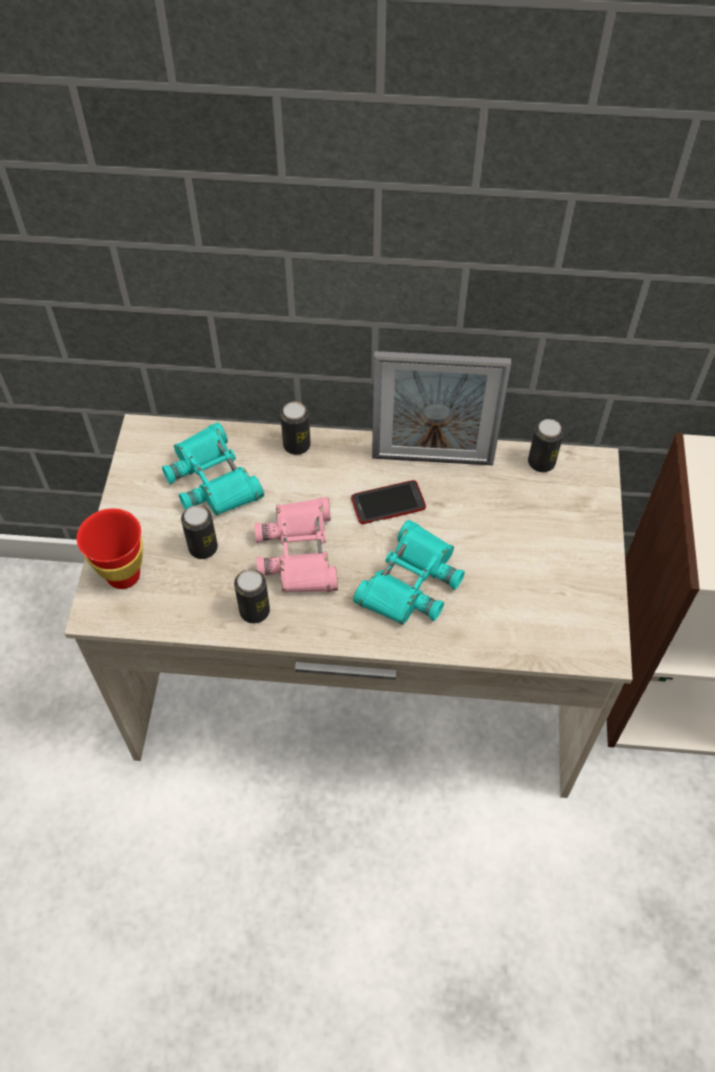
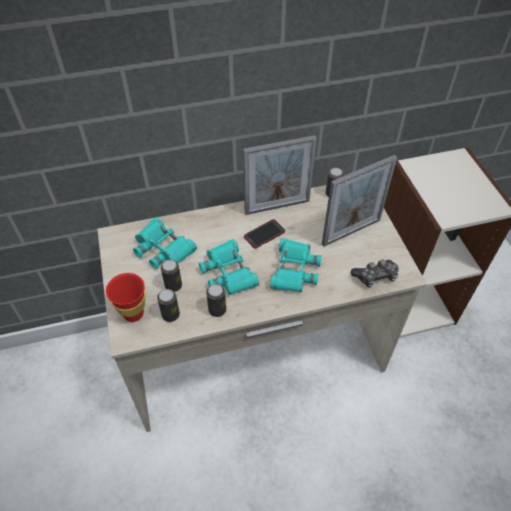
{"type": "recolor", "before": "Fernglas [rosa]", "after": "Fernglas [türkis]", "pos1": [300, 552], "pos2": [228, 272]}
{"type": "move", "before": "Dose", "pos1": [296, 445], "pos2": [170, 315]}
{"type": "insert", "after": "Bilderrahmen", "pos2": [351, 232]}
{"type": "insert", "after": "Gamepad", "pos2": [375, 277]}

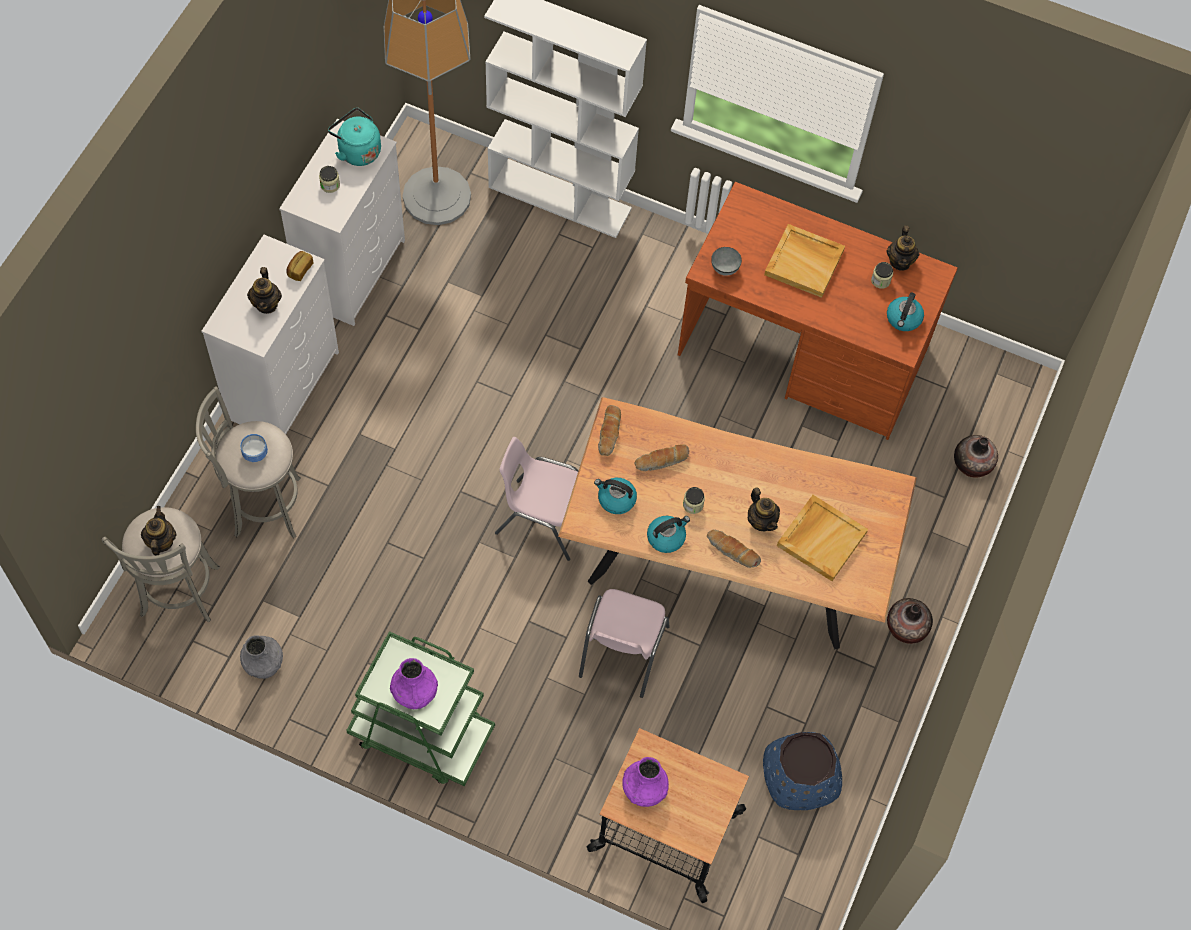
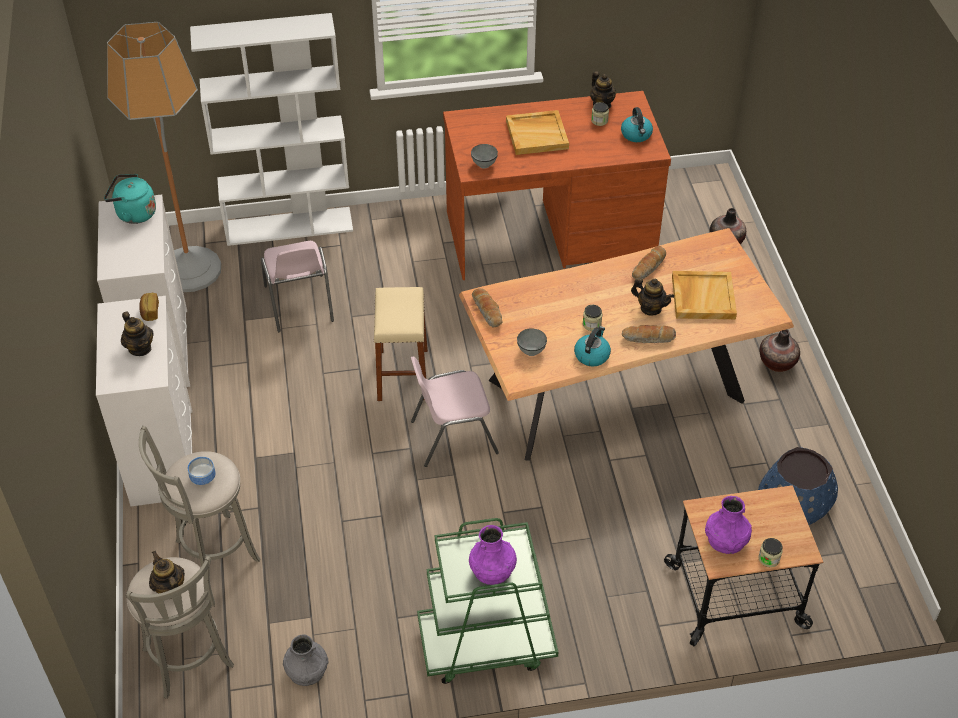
{"type": "move", "before": "Vorratsglas", "pos1": [330, 185], "pos2": [769, 558]}
{"type": "move", "before": "Stuhl [rosa]", "pos1": [622, 652], "pos2": [299, 304]}
{"type": "replace", "before": "Wasserkessel", "after": "Schüssel [grau]", "pos1": [616, 499], "pos2": [531, 351]}
{"type": "move", "before": "Brot", "pos1": [662, 461], "pos2": [649, 268]}
{"type": "insert", "after": "Hocker [beige]", "pos2": [402, 375]}

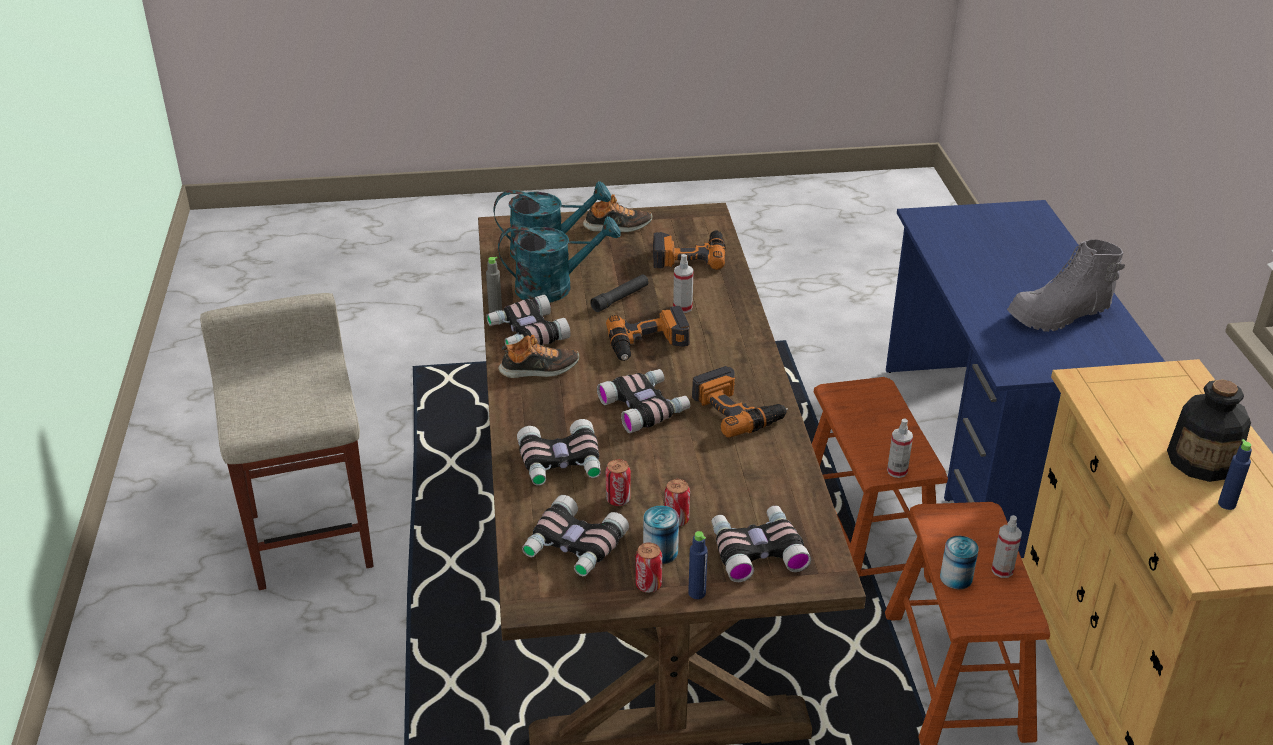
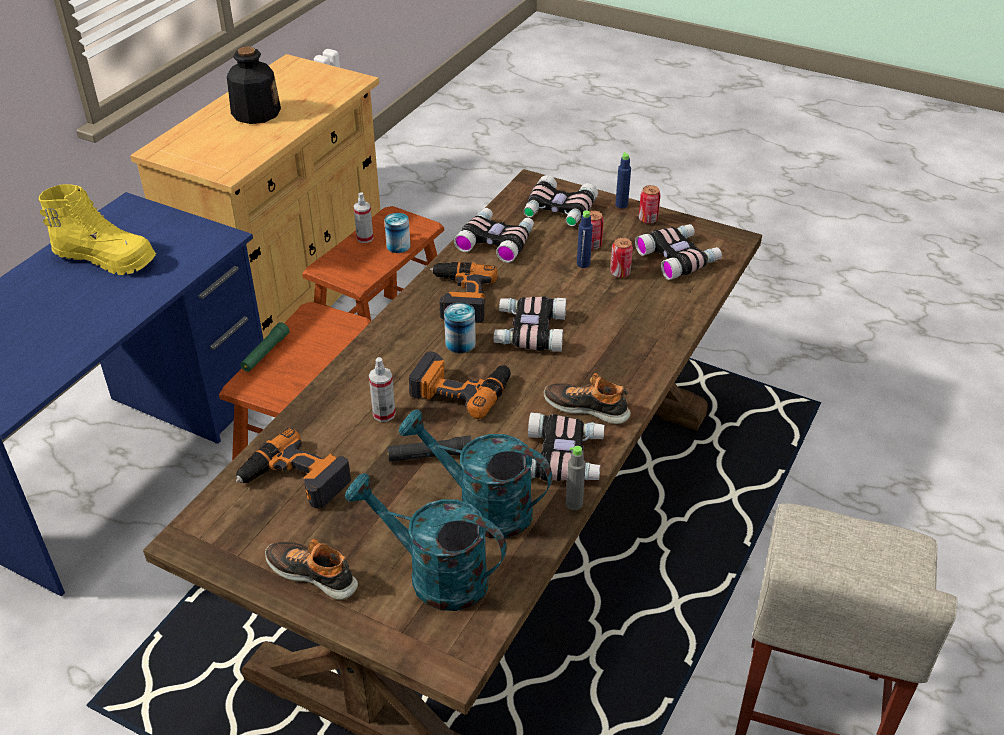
{"type": "move", "before": "Fernglas", "pos1": [561, 463], "pos2": [496, 240]}
{"type": "move", "before": "Dose", "pos1": [660, 552], "pos2": [460, 343]}
{"type": "delete", "before": "Sprühflasche", "pos1": [897, 471]}
{"type": "recolor", "before": "Stiefel [grau]", "after": "Stiefel [gelb]", "pos1": [1059, 316], "pos2": [106, 258]}
{"type": "move", "before": "Flasche [blau]", "pos1": [1226, 504], "pos2": [583, 264]}
{"type": "insert", "after": "Taschenlampe [grün]", "pos2": [265, 353]}

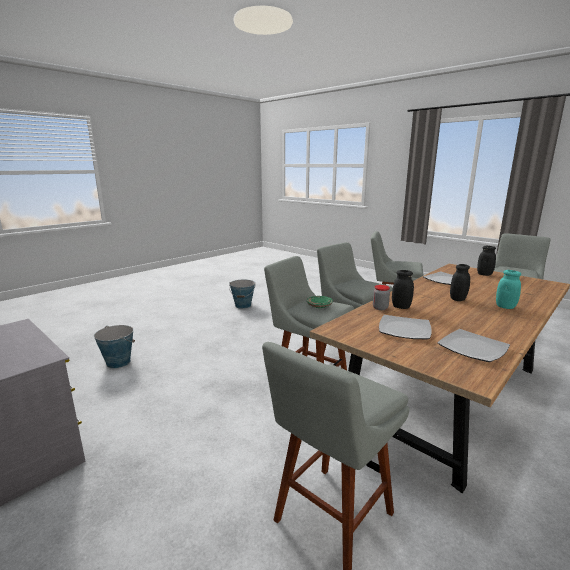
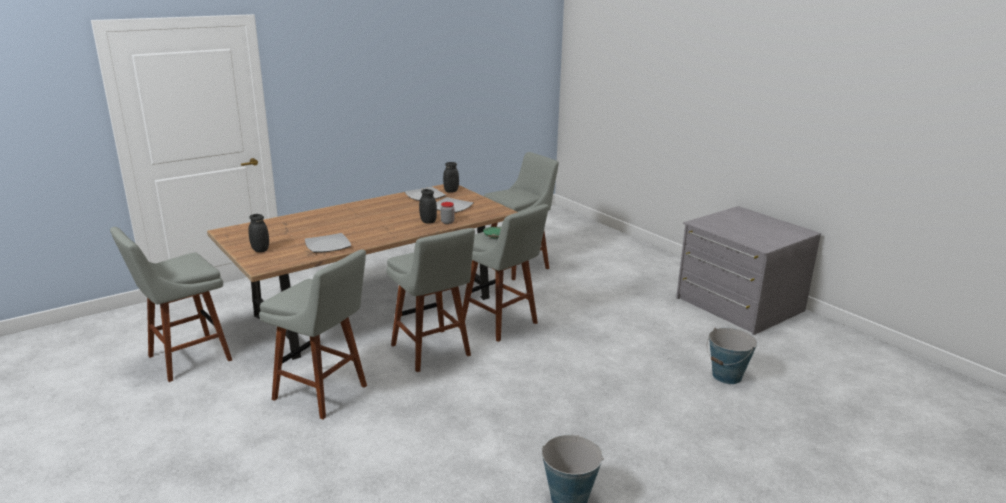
{"type": "move", "before": "Vorratsglas [schwarz]", "pos1": [458, 299], "pos2": [451, 191]}
{"type": "delete", "before": "Vorratsglas [türkis]", "pos1": [505, 307]}

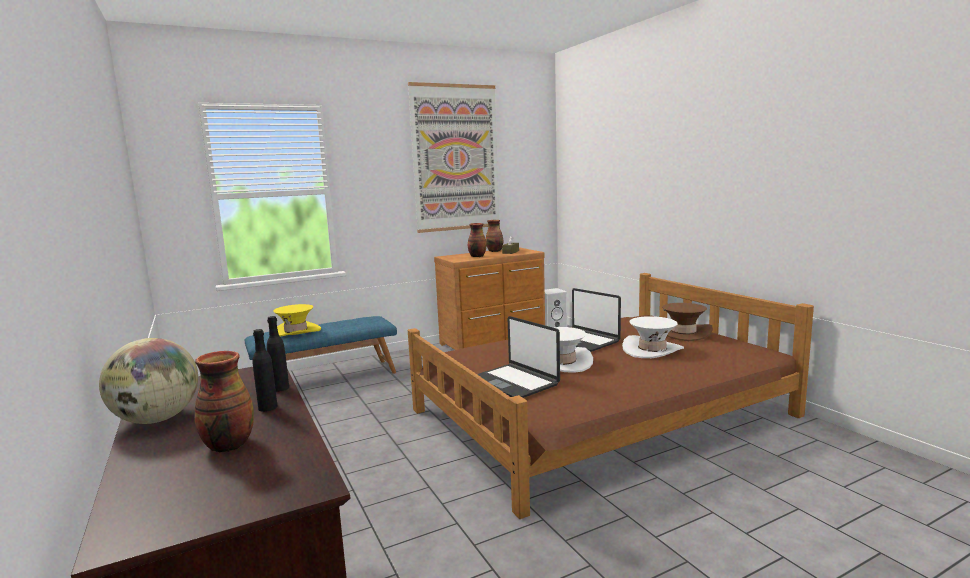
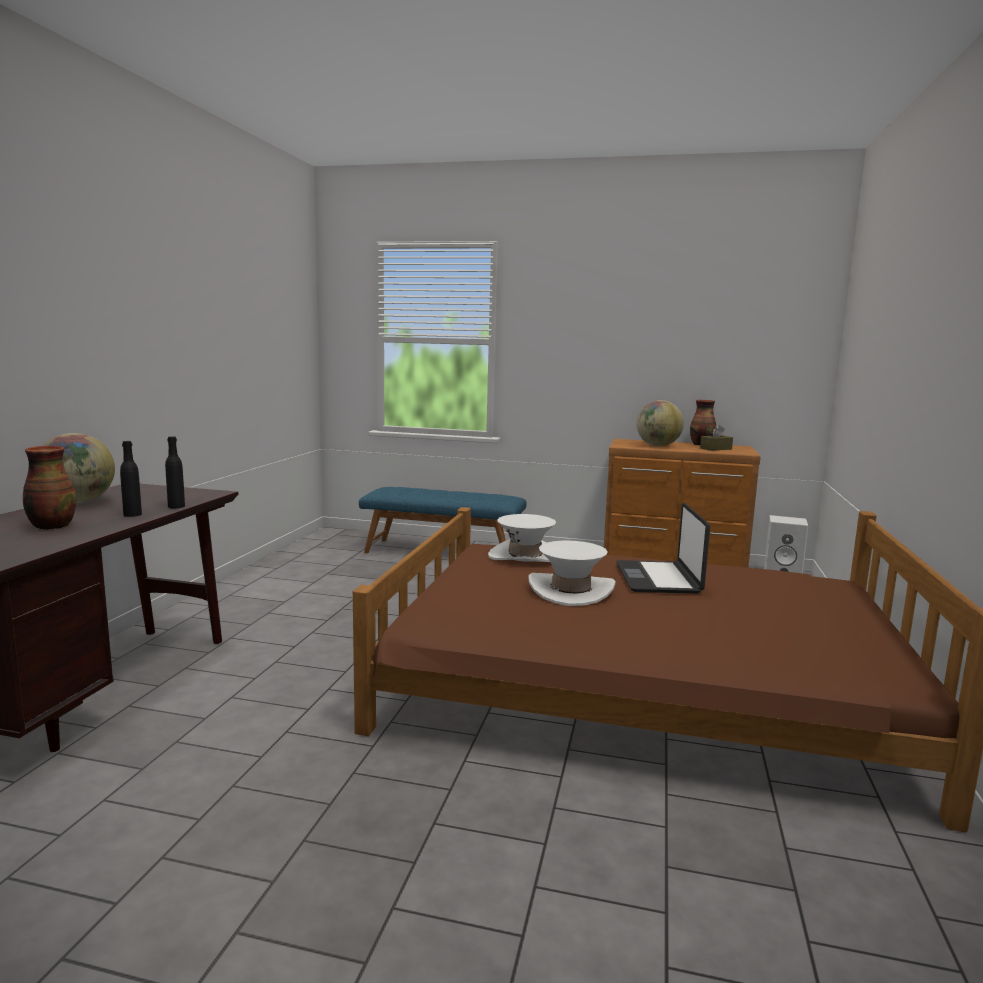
{"type": "delete", "before": "Hut [gelb]", "pos1": [296, 332]}
{"type": "delete", "before": "Bild", "pos1": [456, 158]}
{"type": "replace", "before": "Vase", "after": "Globus", "pos1": [477, 256], "pos2": [658, 446]}
{"type": "delete", "before": "Laptop", "pos1": [515, 382]}
{"type": "move", "before": "Hut [weiß]", "pos1": [652, 350], "pos2": [525, 556]}
{"type": "delete", "before": "Hut [braun]", "pos1": [683, 333]}

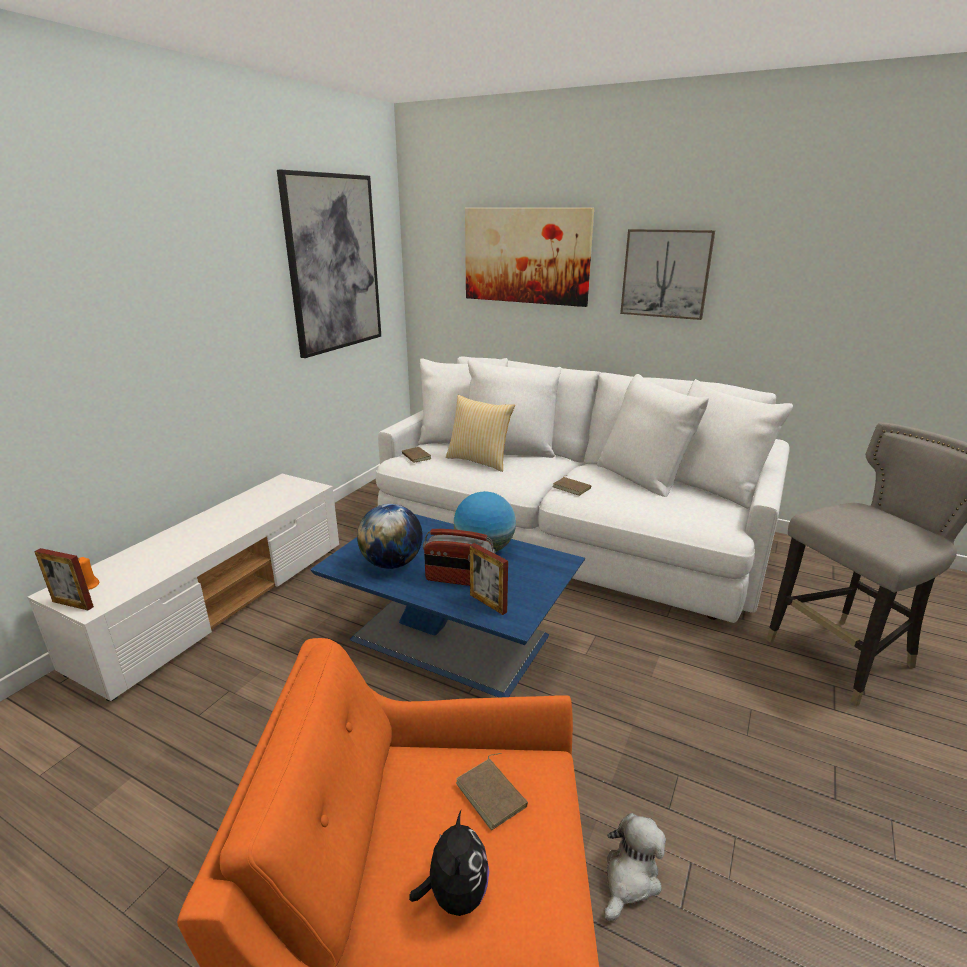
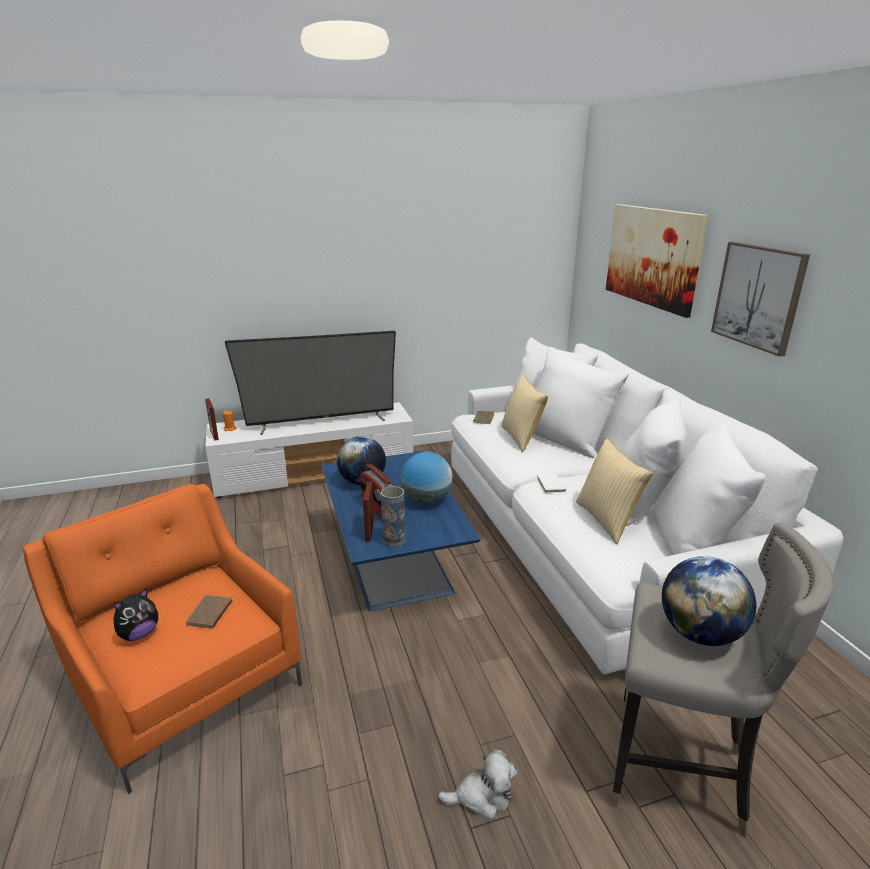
{"type": "delete", "before": "Bild", "pos1": [333, 264]}
{"type": "recolor", "before": "Buch [braun]", "after": "Buch [weiß]", "pos1": [572, 487], "pos2": [552, 485]}
{"type": "move", "before": "Plüschtier", "pos1": [630, 878], "pos2": [482, 796]}
{"type": "insert", "after": "Fernseher", "pos2": [321, 422]}
{"type": "insert", "after": "Vase", "pos2": [394, 541]}
{"type": "insert", "after": "Kissen", "pos2": [607, 520]}
{"type": "insert", "after": "Globus", "pos2": [699, 633]}

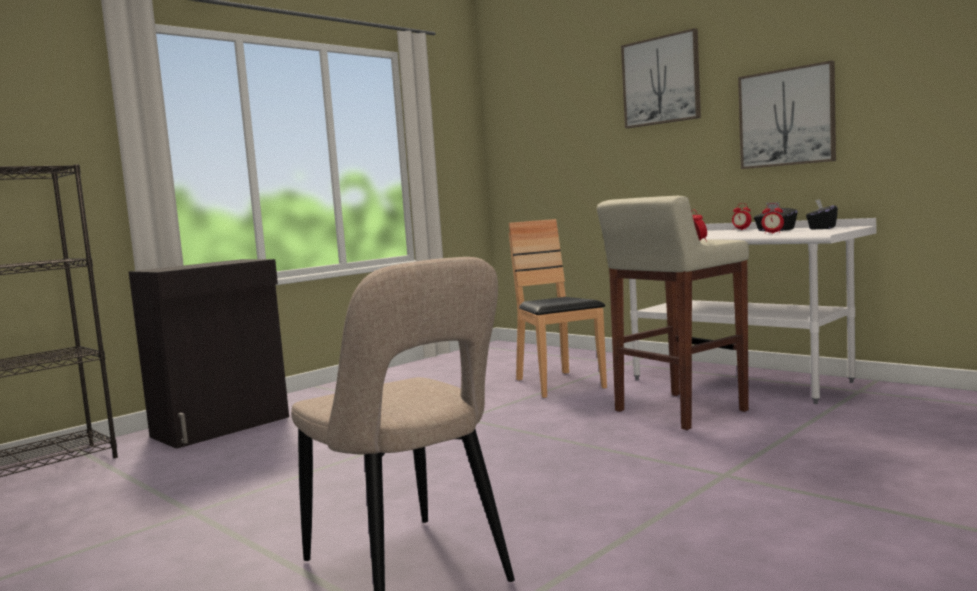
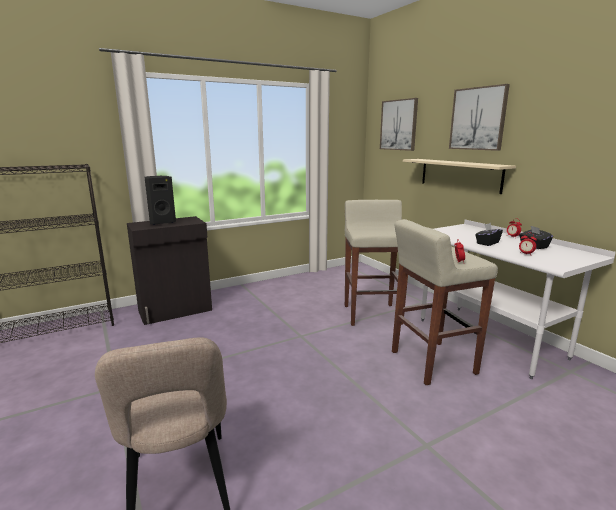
{"type": "replace", "before": "Stuhl [braun]", "after": "Hocker [beige]", "pos1": [558, 384], "pos2": [372, 314]}
{"type": "move", "before": "Bild", "pos1": [786, 117], "pos2": [399, 125]}
{"type": "move", "before": "Taschentuchbox [schwarz]", "pos1": [822, 228], "pos2": [487, 243]}
{"type": "insert", "after": "Lautsprecher [schwarz]", "pos2": [161, 222]}
{"type": "insert", "after": "Wandregal [beige]", "pos2": [459, 175]}

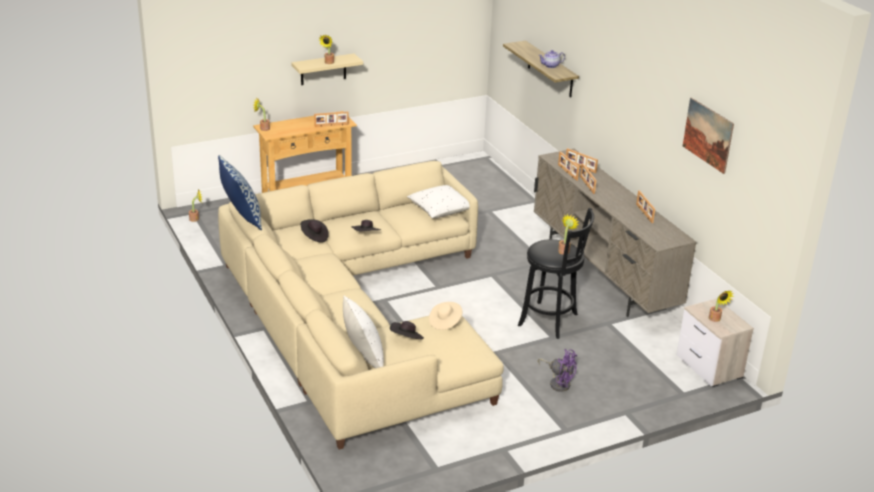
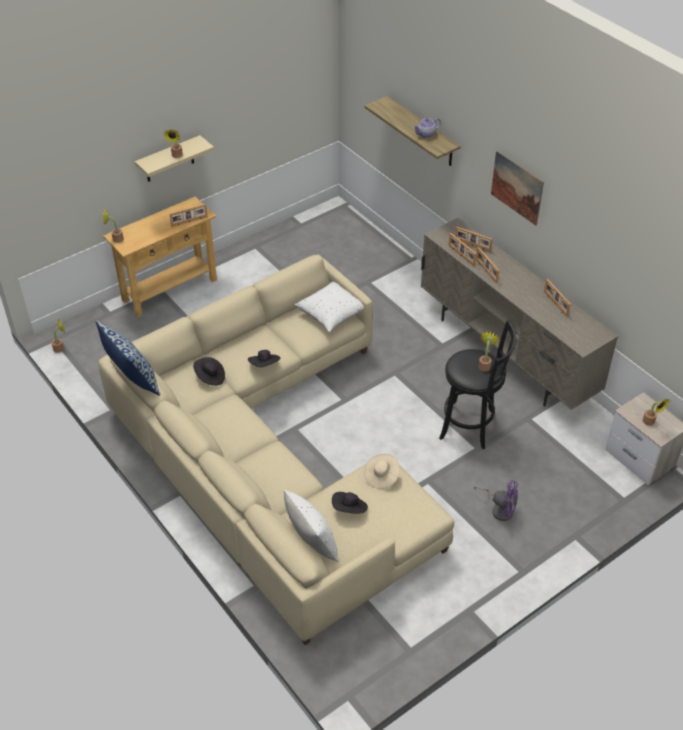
{"type": "move", "before": "Bild", "pos1": [708, 135], "pos2": [517, 187]}

